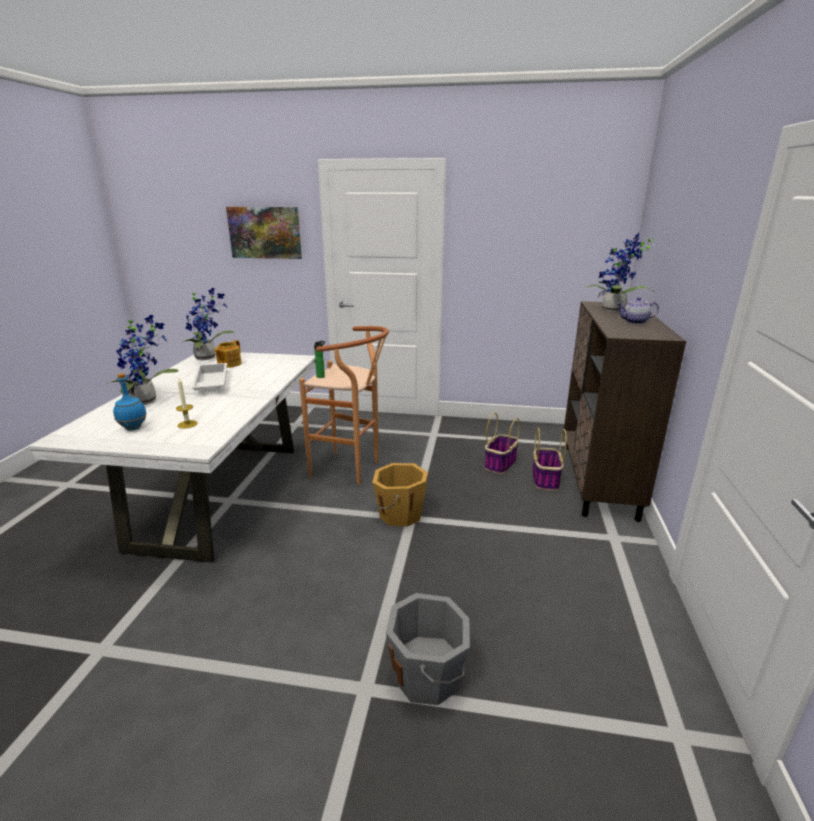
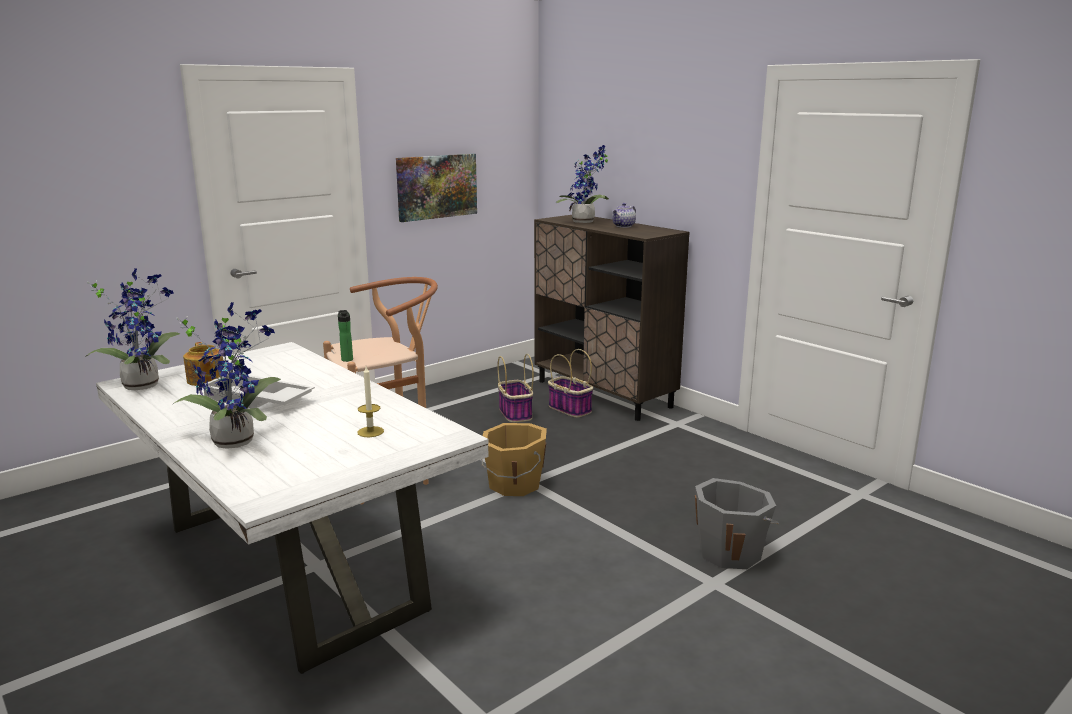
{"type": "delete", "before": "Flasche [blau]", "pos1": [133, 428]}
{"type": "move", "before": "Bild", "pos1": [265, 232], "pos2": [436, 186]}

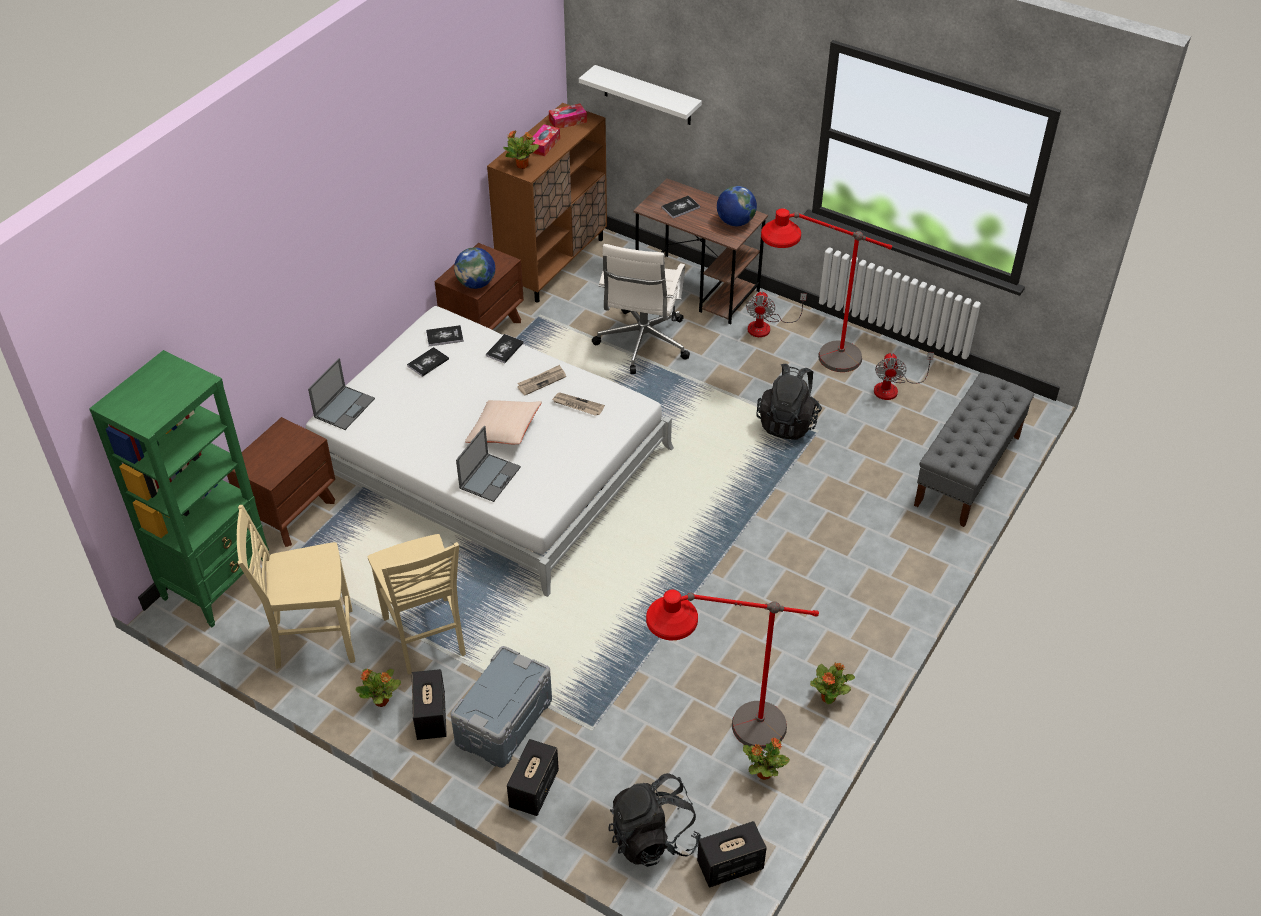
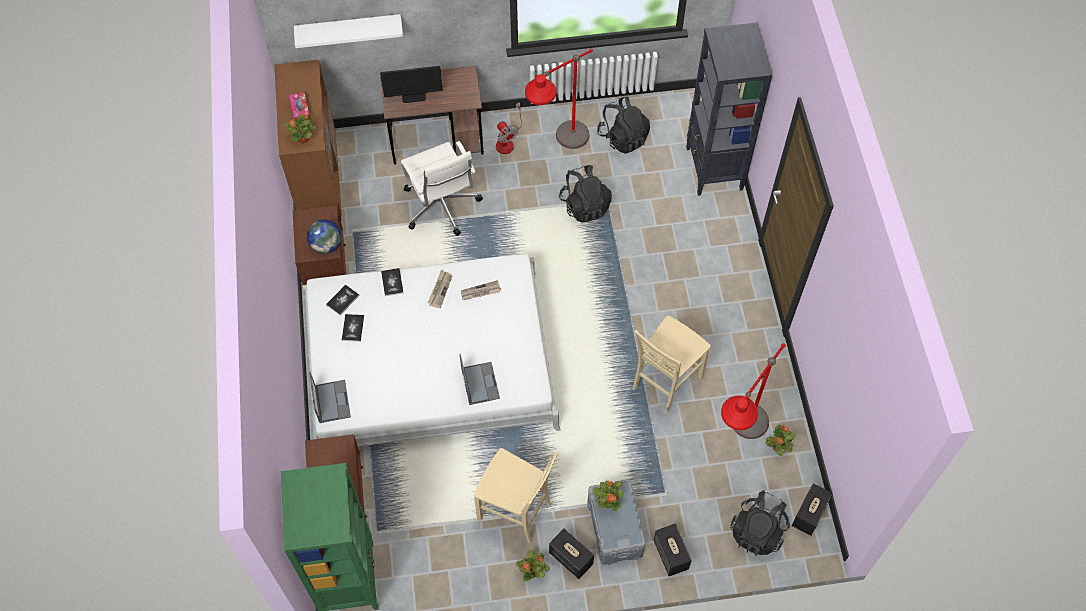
{"type": "move", "before": "Stuhl [beige]", "pos1": [312, 639], "pos2": [665, 383]}
{"type": "delete", "before": "Kissen [beige]", "pos1": [504, 431]}
{"type": "delete", "before": "Taschentuchbox", "pos1": [568, 121]}
{"type": "replace", "before": "Buch", "after": "Monitor", "pos1": [680, 207], "pos2": [413, 96]}
{"type": "delete", "before": "Globus", "pos1": [735, 222]}
{"type": "move", "before": "Topfpflanze", "pos1": [828, 697], "pos2": [608, 502]}
{"type": "replace", "before": "Ventilator", "after": "Rucksack [schwarz]", "pos1": [893, 388], "pos2": [623, 137]}
{"type": "replace", "before": "Bank [grau]", "after": "Bücherregal [schwarz]", "pos1": [967, 471], "pos2": [714, 169]}

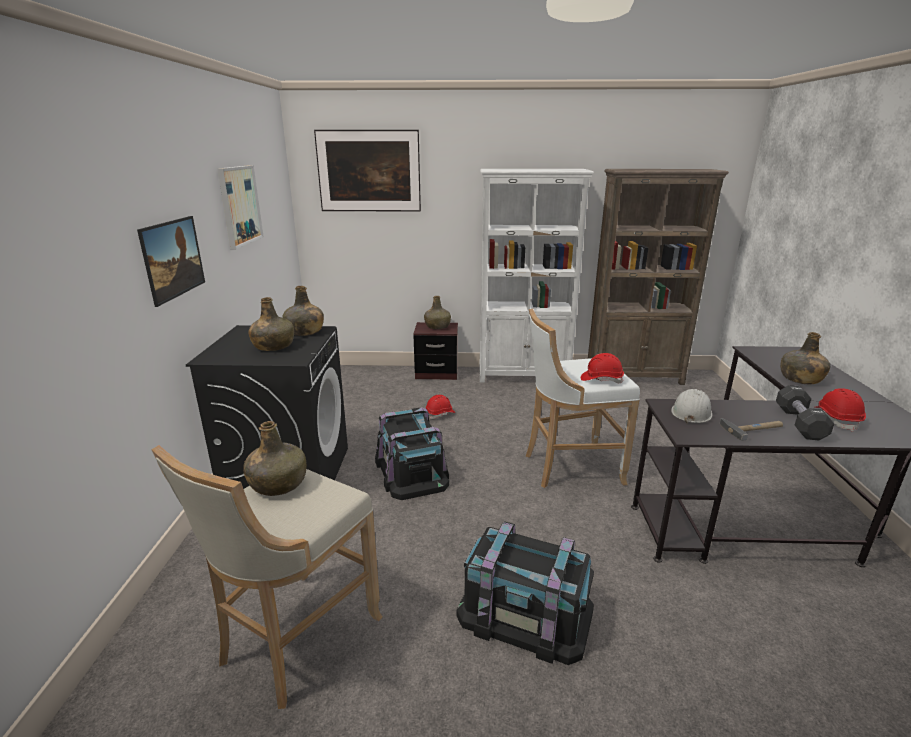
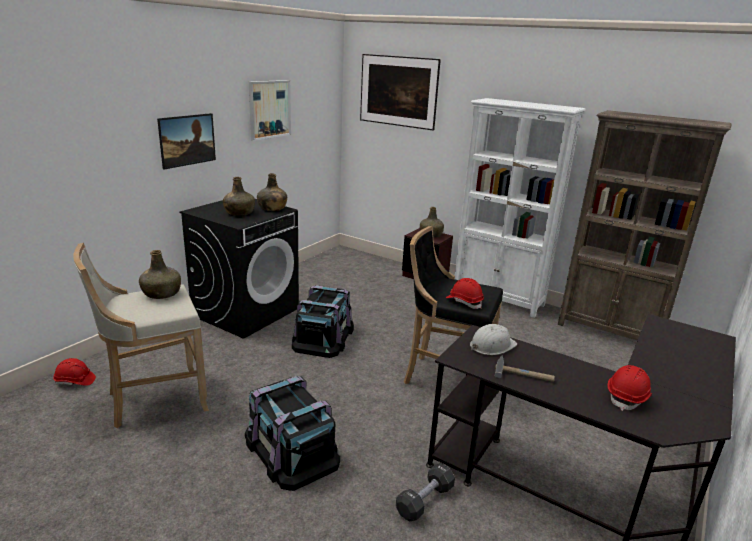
{"type": "move", "before": "Schutzhelm [rot]", "pos1": [440, 414], "pos2": [75, 381]}
{"type": "recolor", "before": "Hocker [weiß]", "after": "Hocker [schwarz]", "pos1": [569, 467], "pos2": [444, 378]}
{"type": "move", "before": "Hantel [schwarz]", "pos1": [799, 423], "pos2": [424, 500]}
{"type": "delete", "before": "Flasche [grün]", "pos1": [800, 379]}

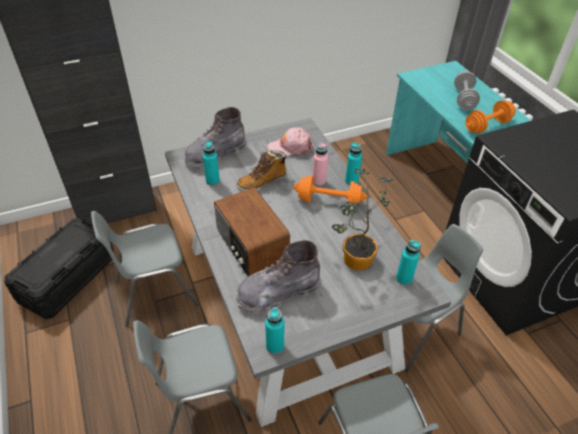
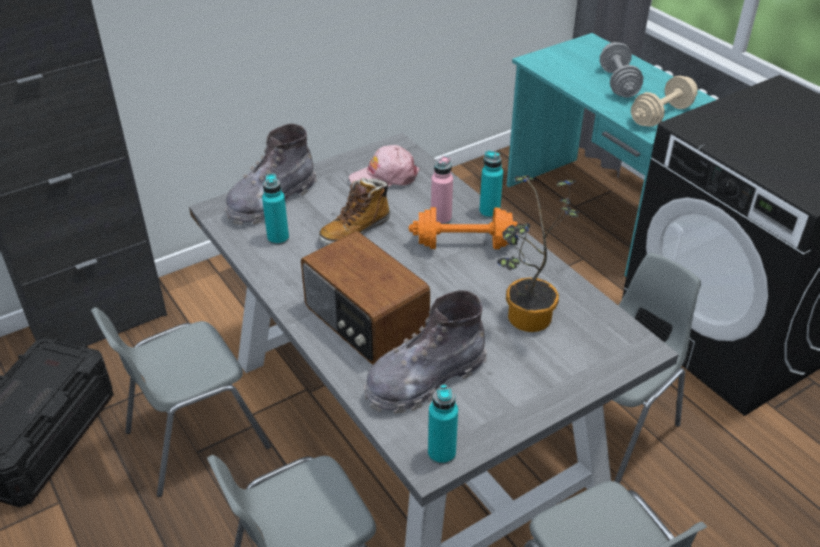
{"type": "delete", "before": "Flasche [türkis]", "pos1": [404, 279]}
{"type": "recolor", "before": "Hantel [orange]", "after": "Hantel [beige]", "pos1": [487, 126], "pos2": [661, 115]}

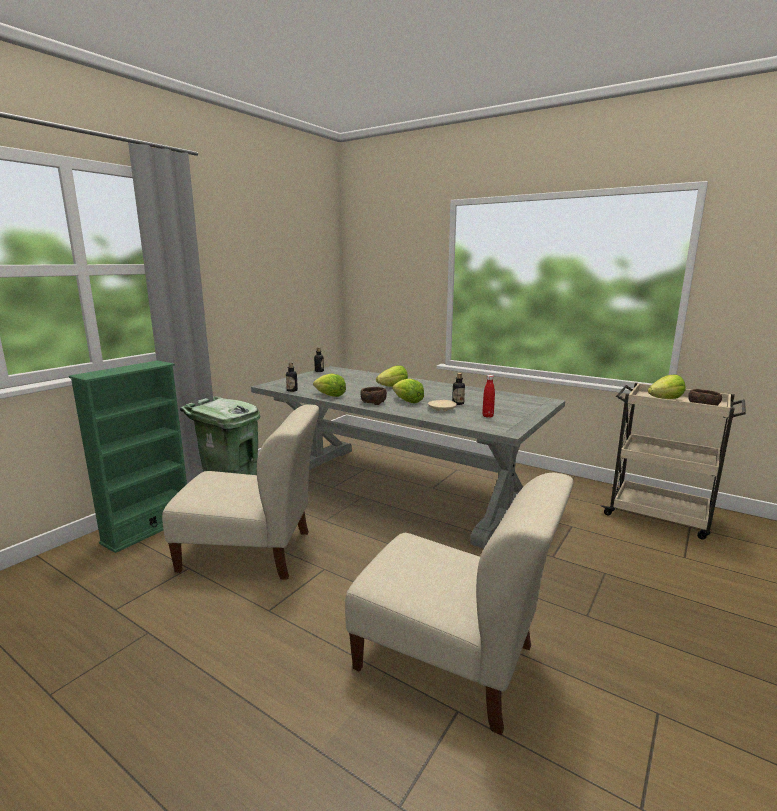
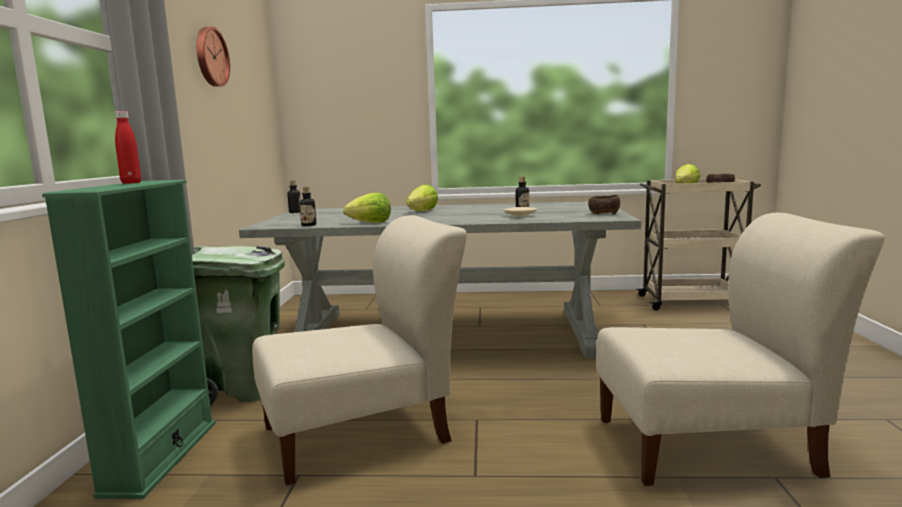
{"type": "move", "before": "Schüssel [braun]", "pos1": [373, 402], "pos2": [603, 213]}
{"type": "delete", "before": "Salatkopf", "pos1": [408, 401]}
{"type": "move", "before": "Flasche [rot]", "pos1": [487, 416], "pos2": [131, 183]}
{"type": "insert", "after": "Wanduhr", "pos2": [210, 57]}

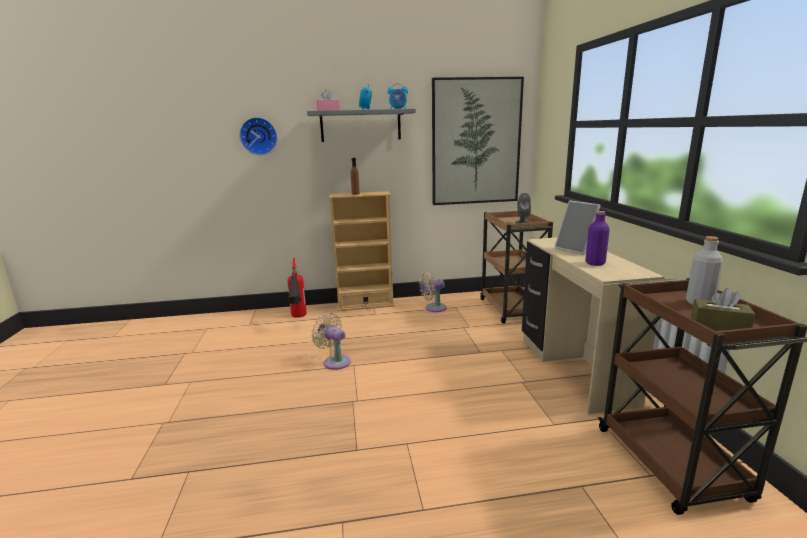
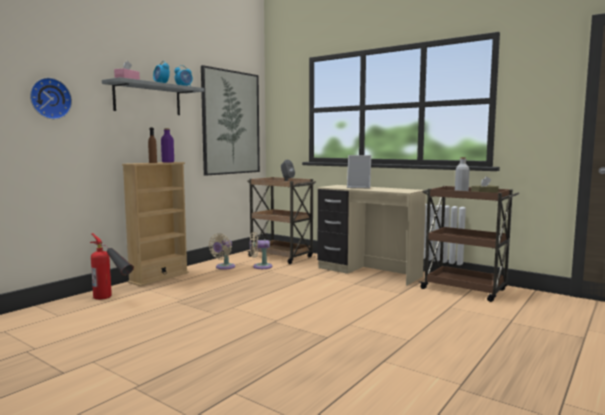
{"type": "move", "before": "Ventilator [beige]", "pos1": [335, 361], "pos2": [260, 266]}
{"type": "move", "before": "Flasche [lila]", "pos1": [595, 263], "pos2": [168, 162]}

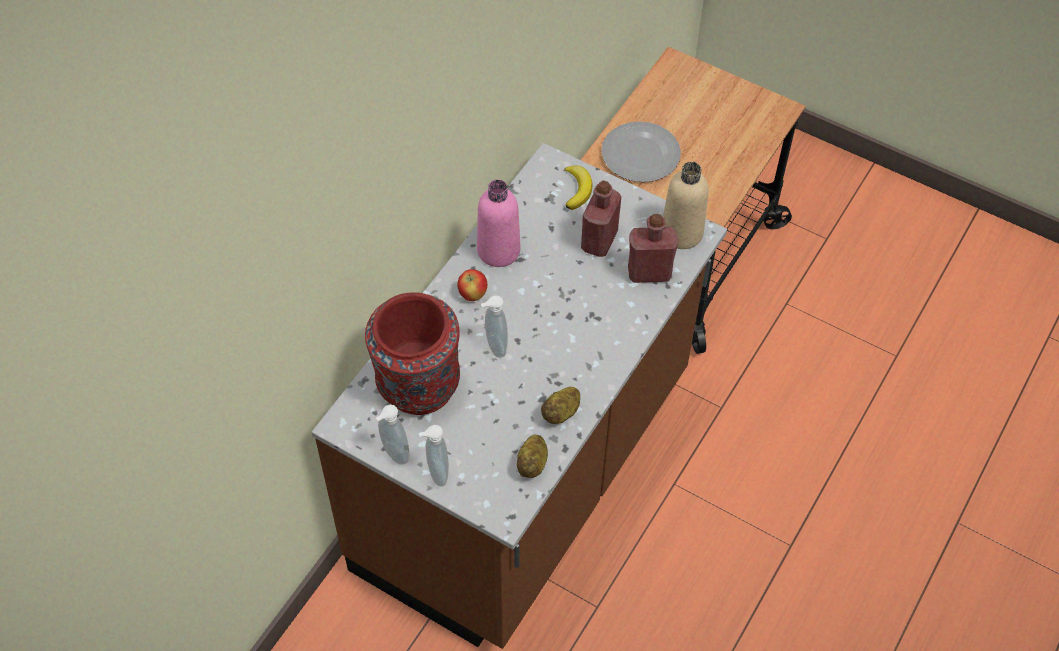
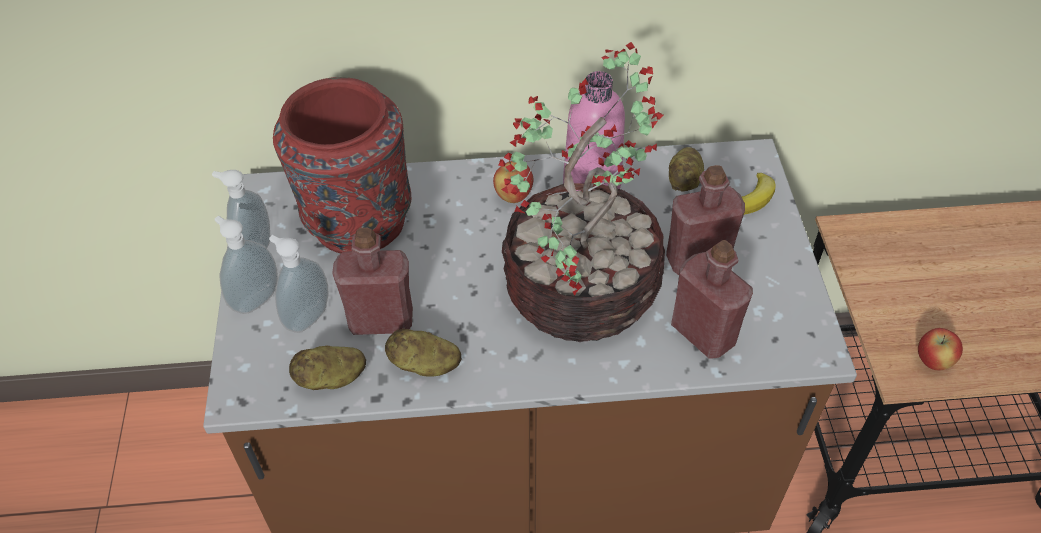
{"type": "move", "before": "Seifenspender", "pos1": [494, 346], "pos2": [306, 316]}
{"type": "delete", "before": "Teller", "pos1": [641, 155]}
{"type": "delete", "before": "Flasche [beige]", "pos1": [681, 233]}
{"type": "insert", "after": "Flasche [rot]", "pos2": [381, 320]}
{"type": "insert", "after": "Topfpflanze", "pos2": [583, 286]}
{"type": "insert", "after": "Kartoffel", "pos2": [685, 181]}
{"type": "insert", "after": "Apfel", "pos2": [933, 361]}

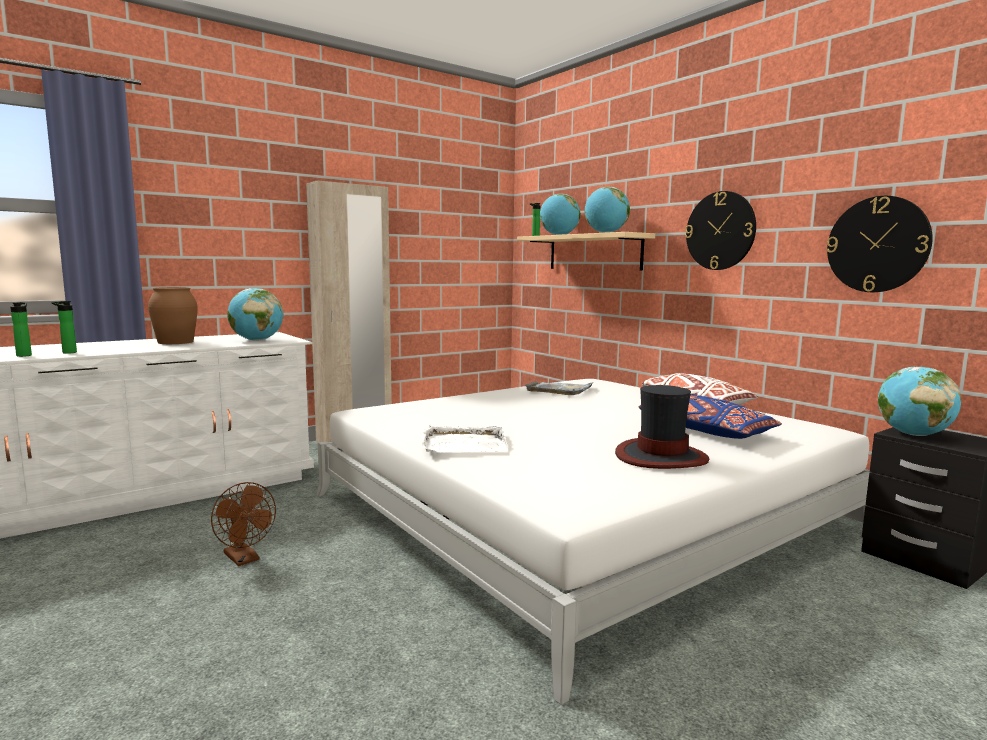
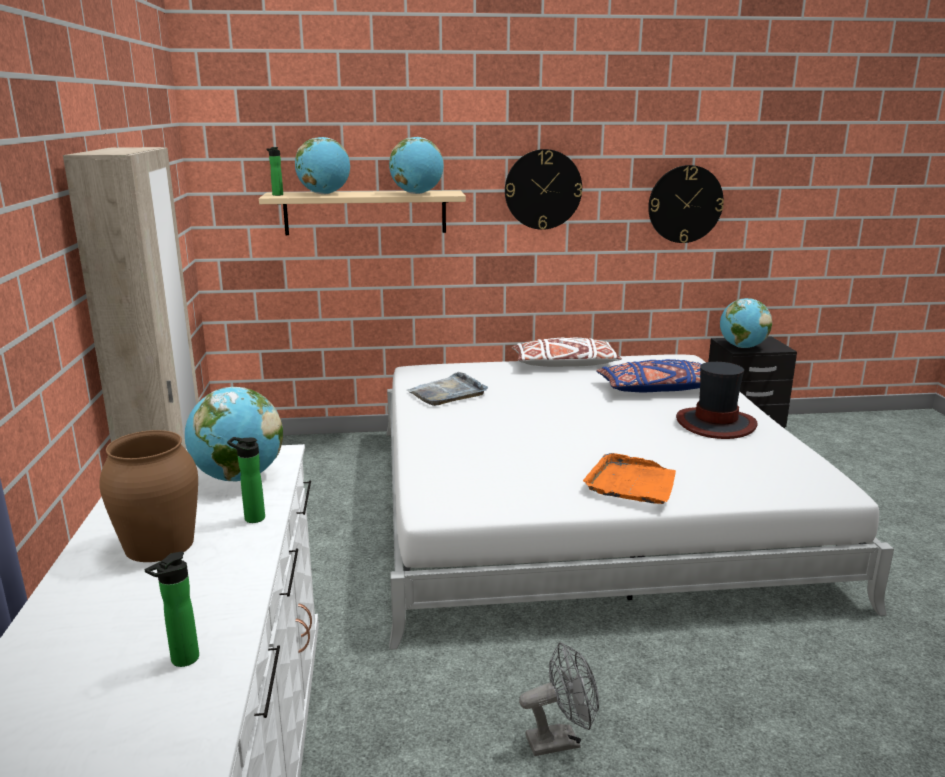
{"type": "move", "before": "Flasche", "pos1": [25, 355], "pos2": [251, 518]}
{"type": "recolor", "before": "Ventilator [braun]", "after": "Ventilator [grau]", "pos1": [245, 559], "pos2": [560, 740]}
{"type": "recolor", "before": "Tablett [weiß]", "after": "Tablett [orange]", "pos1": [463, 444], "pos2": [631, 483]}

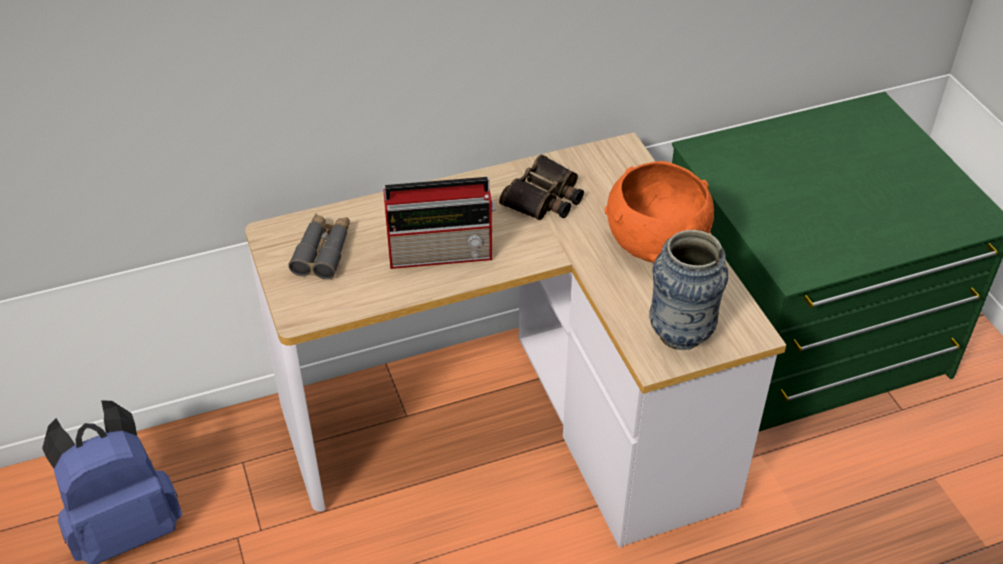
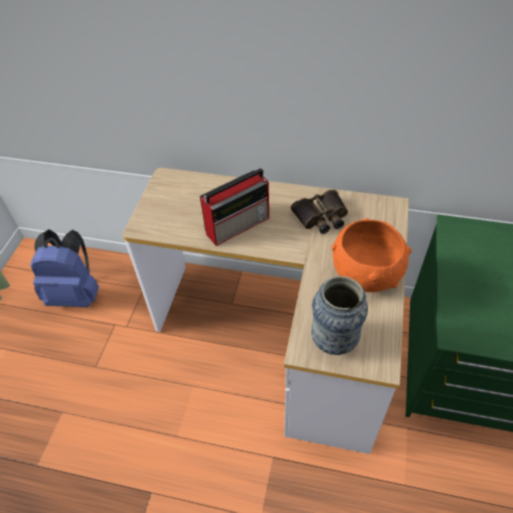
{"type": "delete", "before": "Fernglas [grau]", "pos1": [323, 252]}
{"type": "rotate", "before": "Radio", "pos1": [442, 252], "pos2": [238, 224], "turn": -60}

